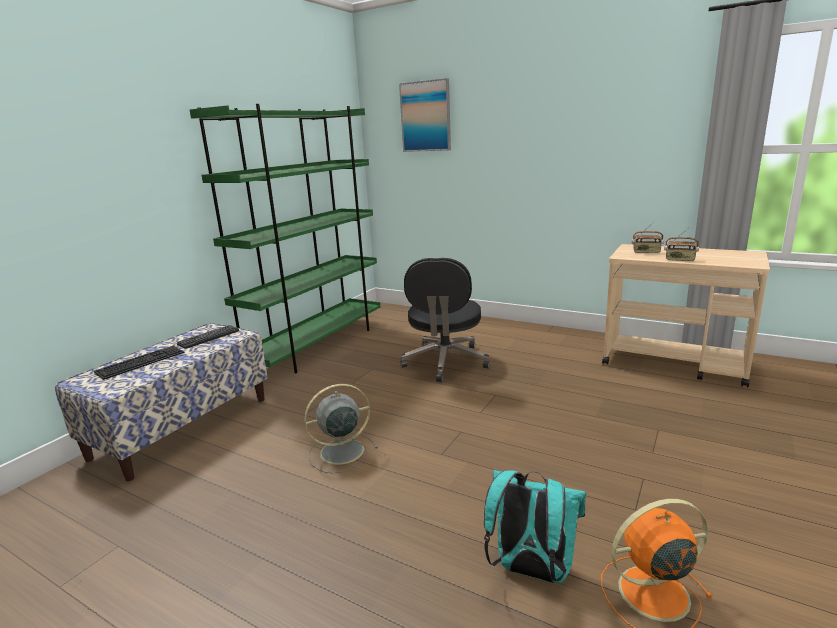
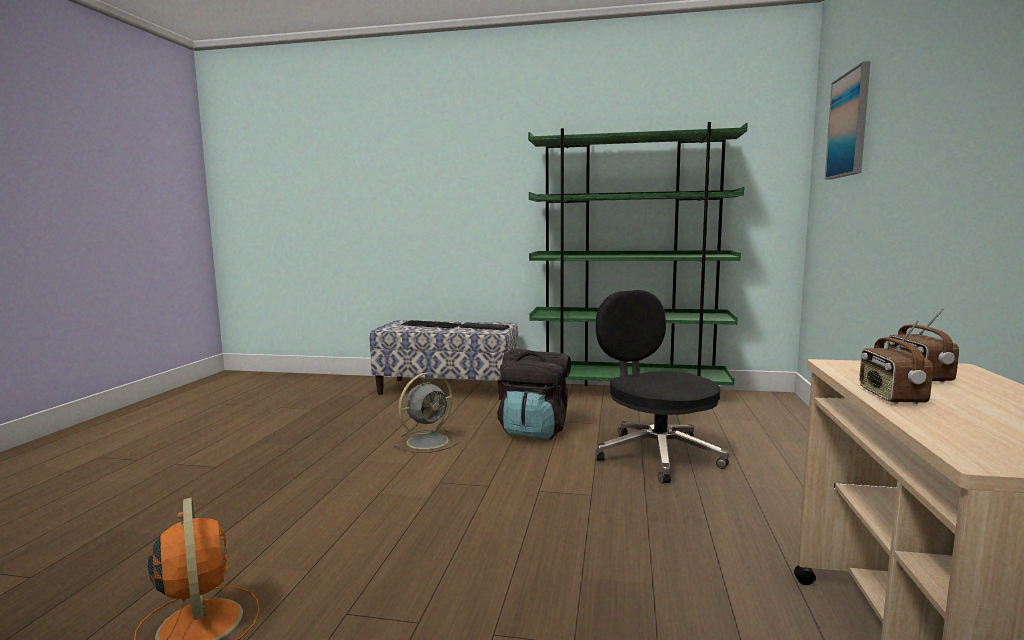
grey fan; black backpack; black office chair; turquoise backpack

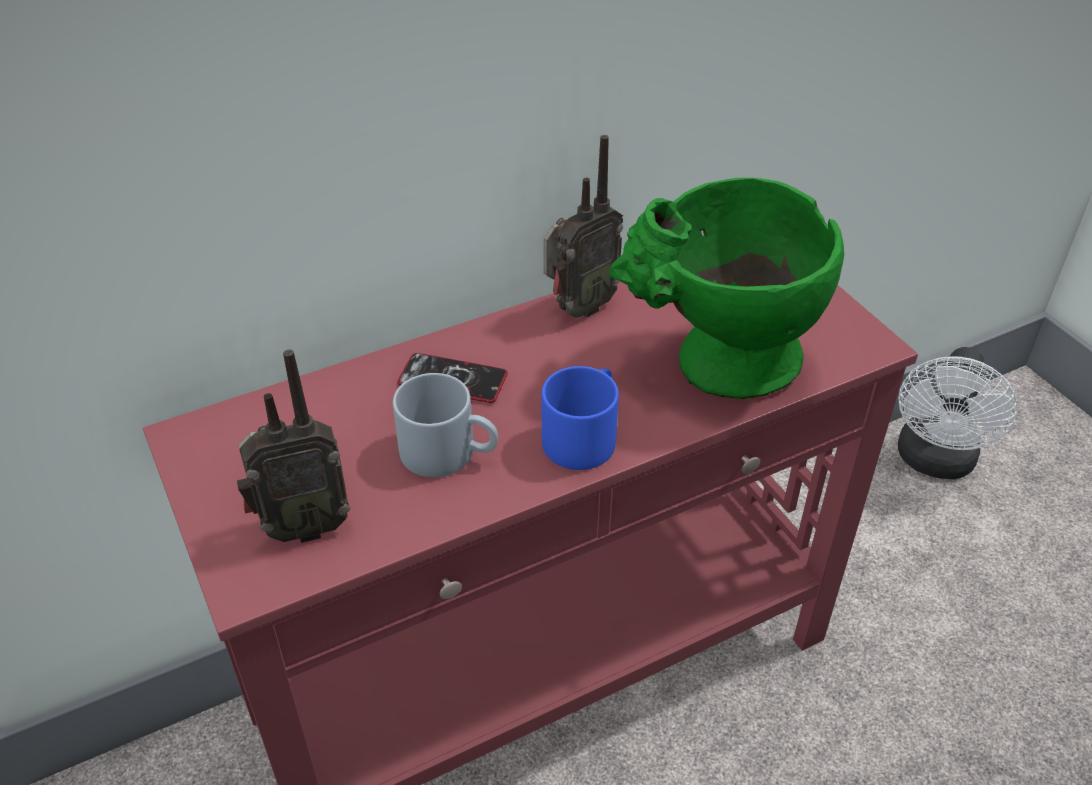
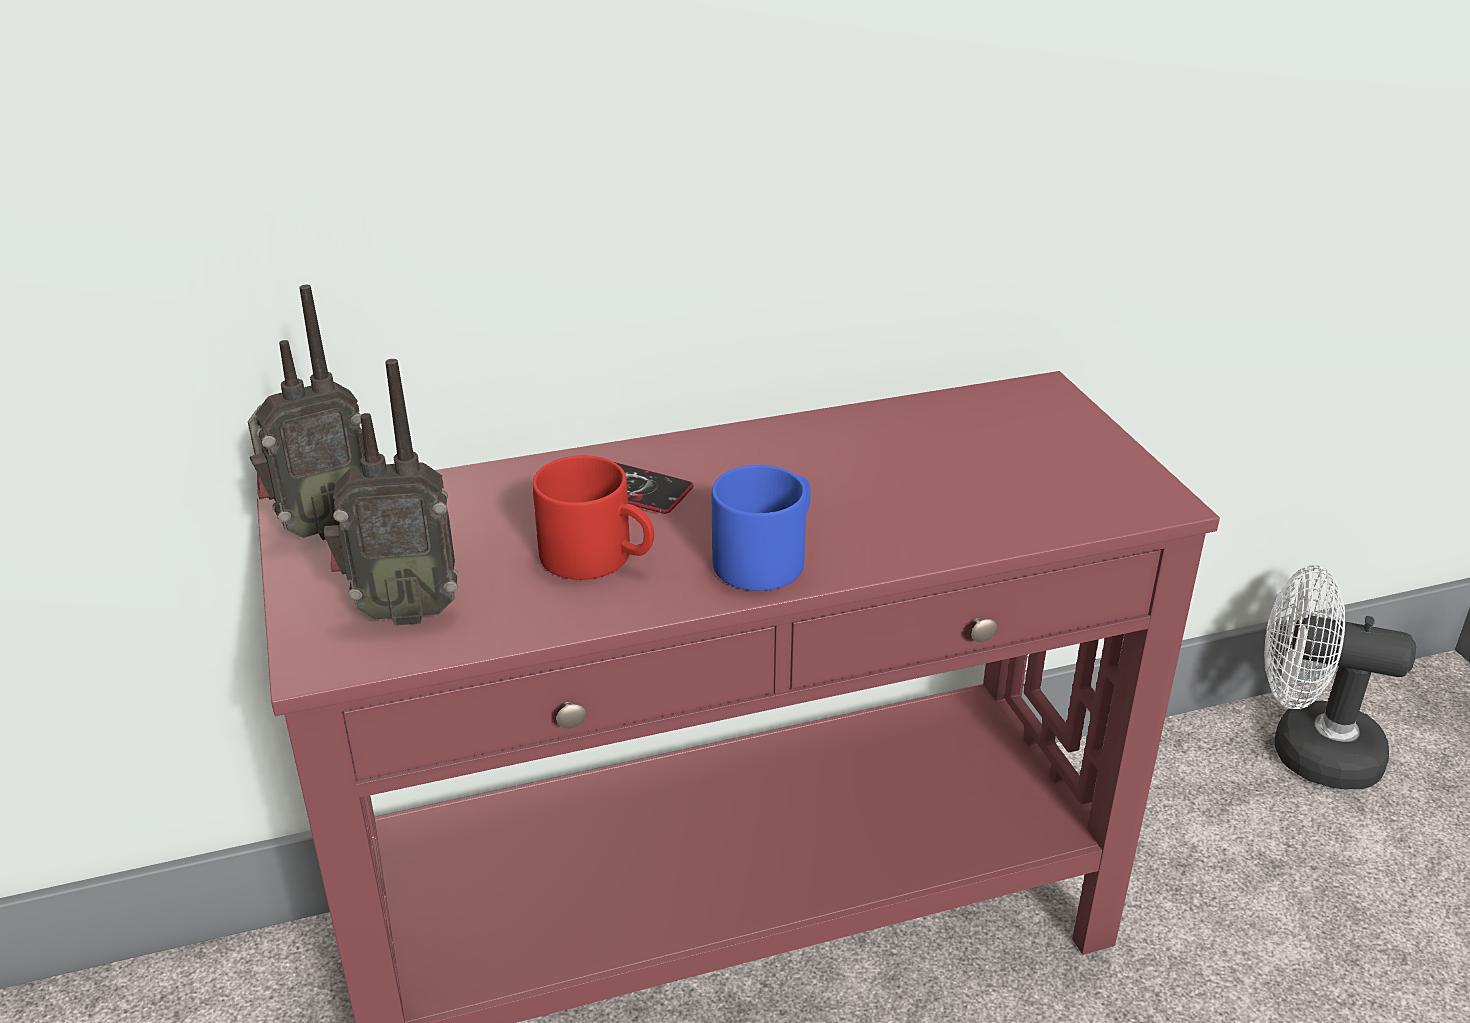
radio (1st from left); red mug; white fan; green vase

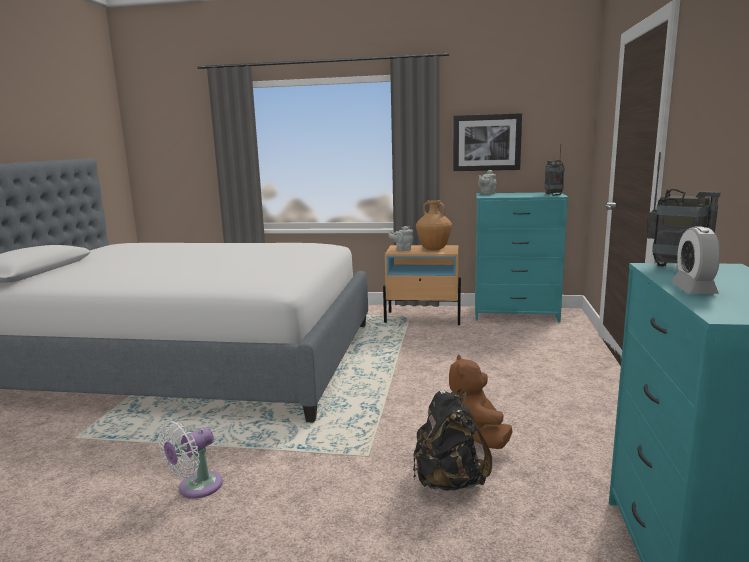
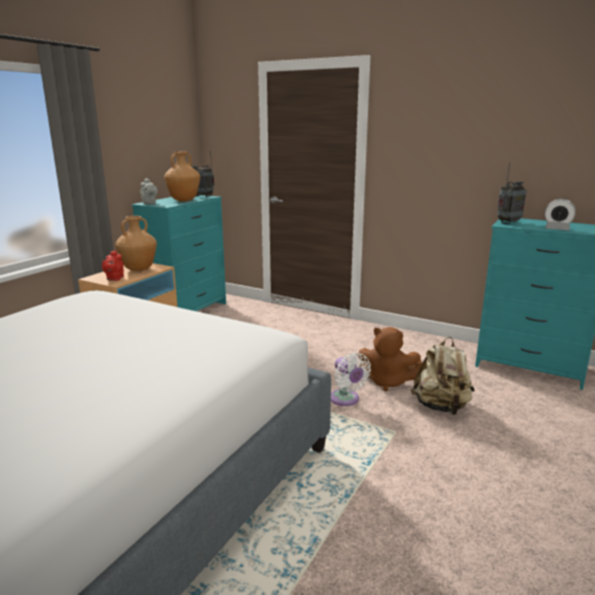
red teapot; brown vase (2nd from left); white fan; beige backpack; picture

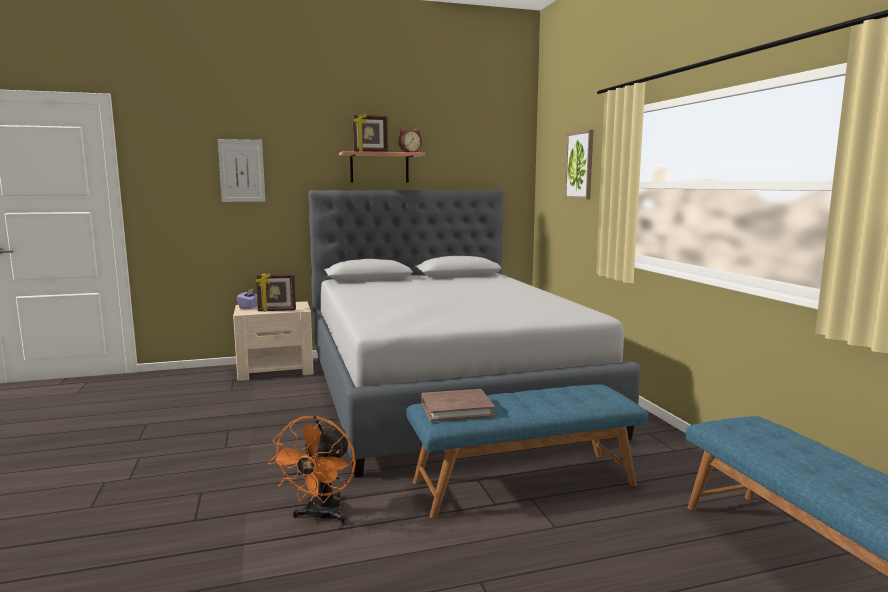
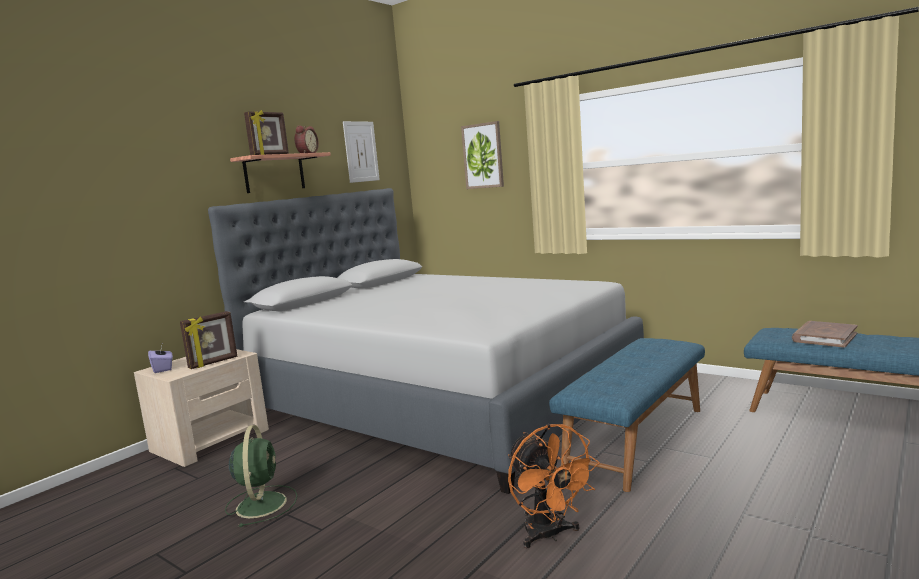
green fan; picture (1st from left); brown book

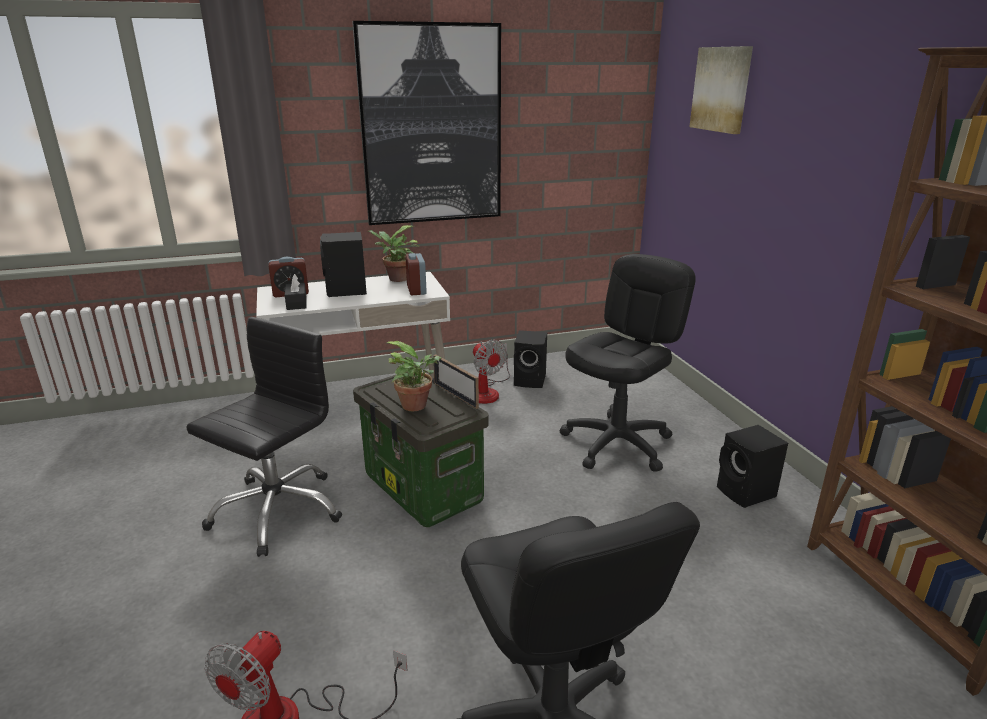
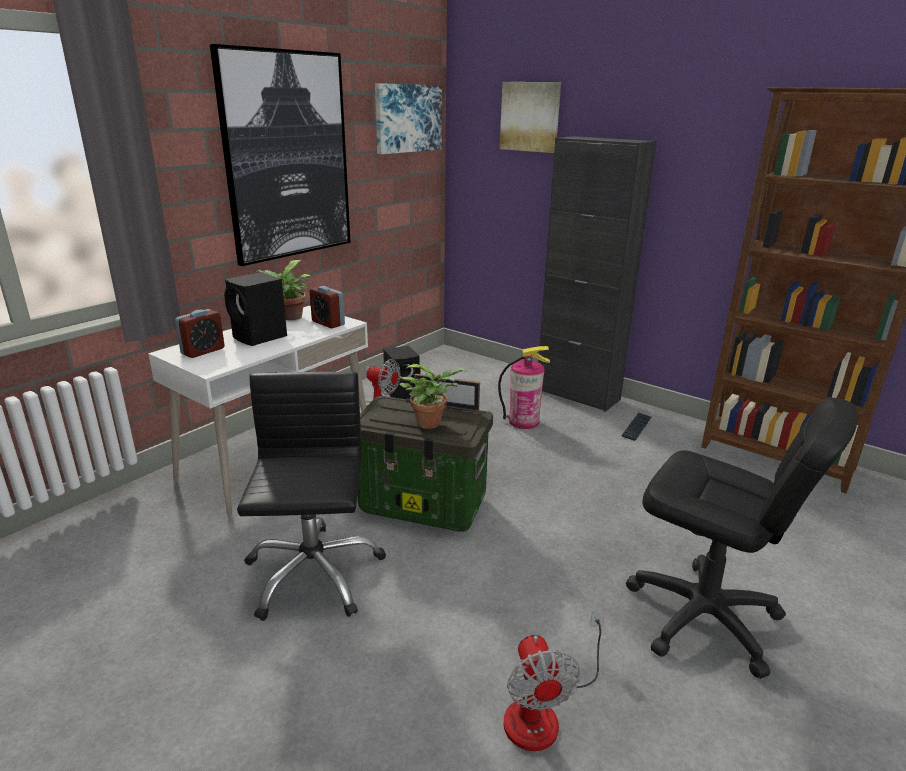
picture (2nd from left); fire extinguisher; black cabinet; keyboard; black tissue box

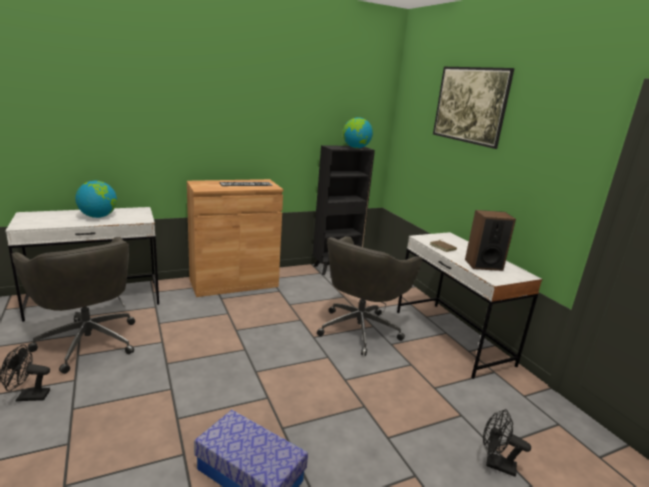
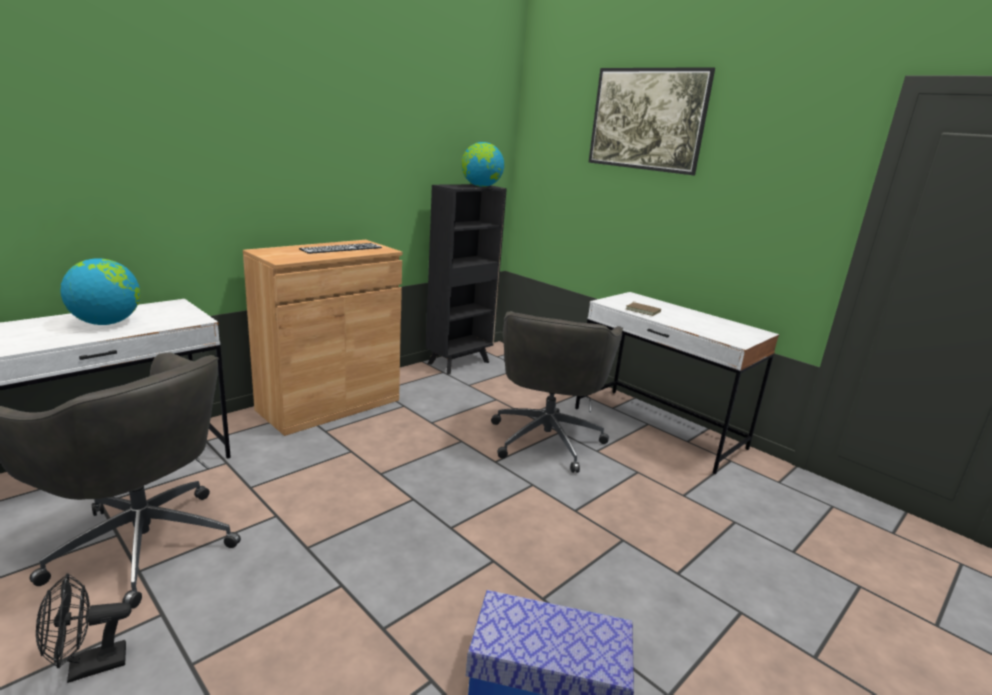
speaker; black fan (2nd from left in the first image)

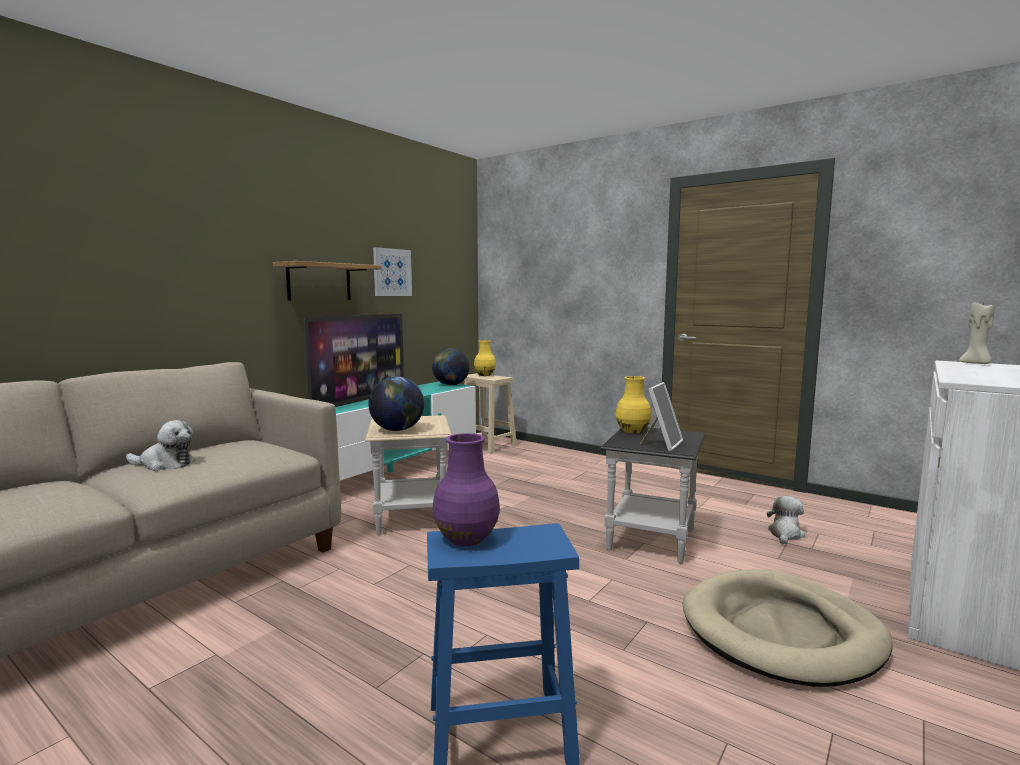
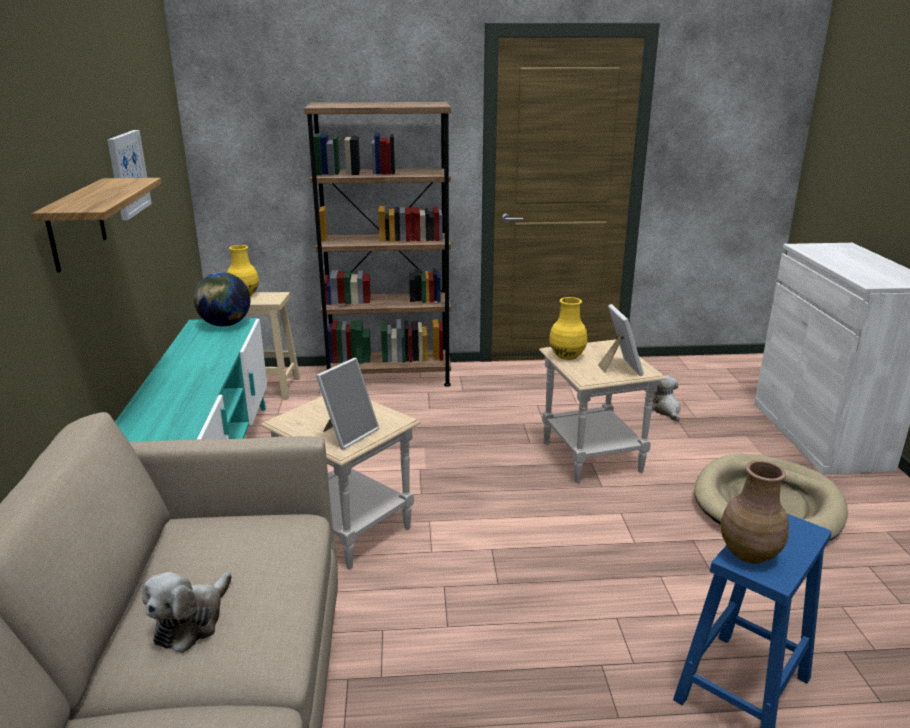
plush toy (1st from left); brown bookcase; picture frame (1st from left); beige side table (2nd from left); brown vase; television; beige candle

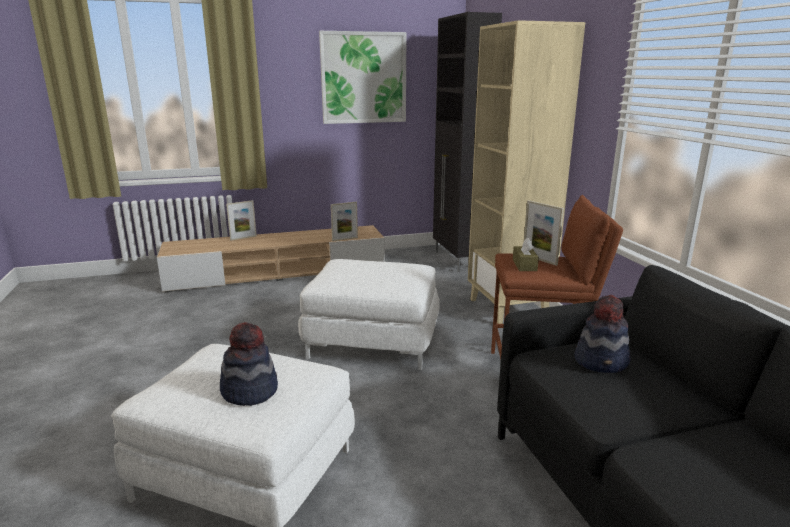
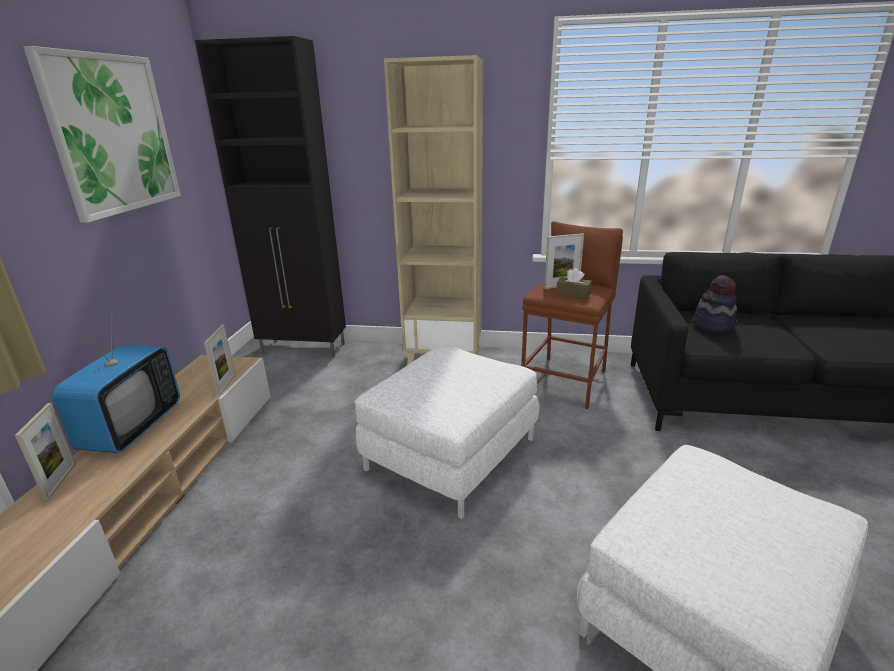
television; hat (1st from left in the first image)

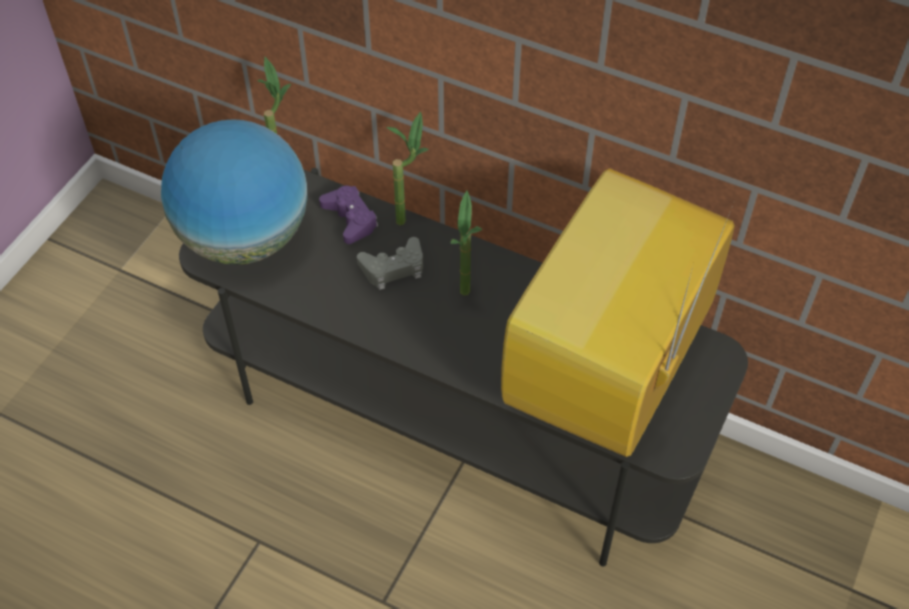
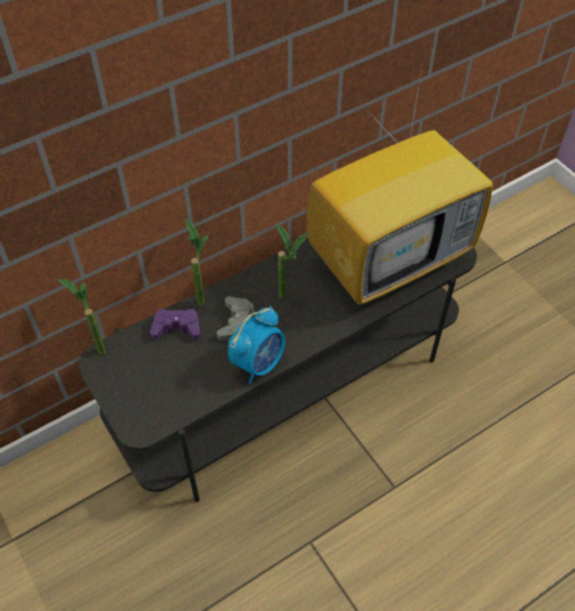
alarm clock; television; globe

